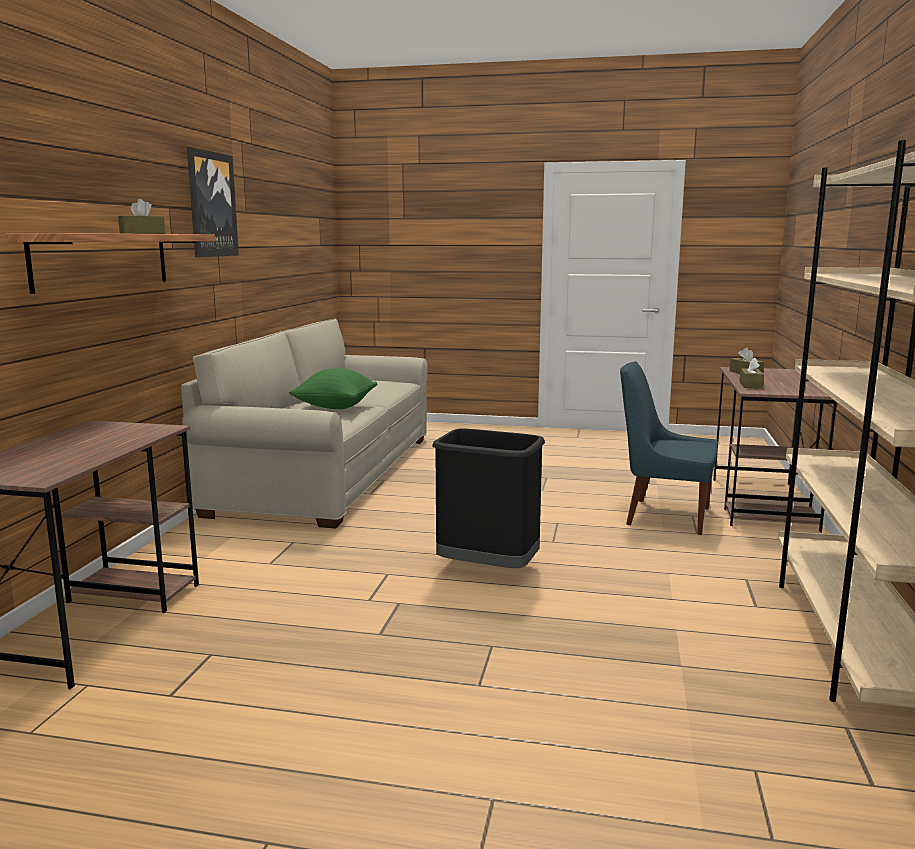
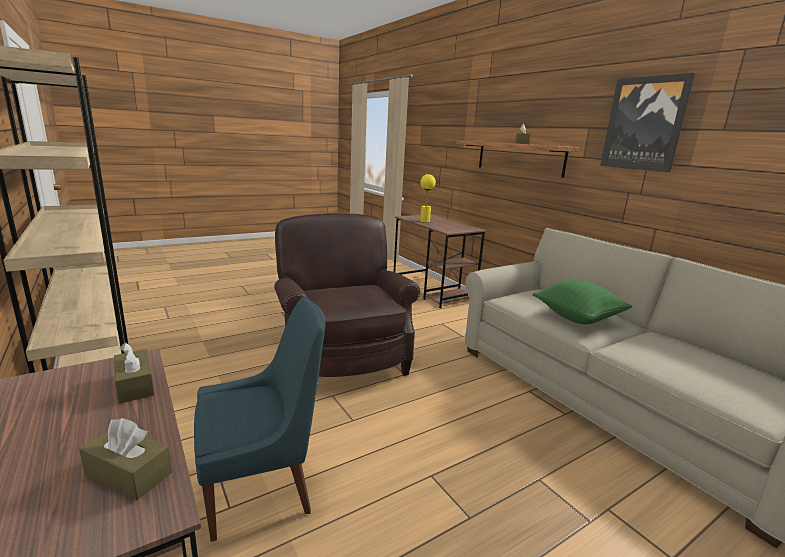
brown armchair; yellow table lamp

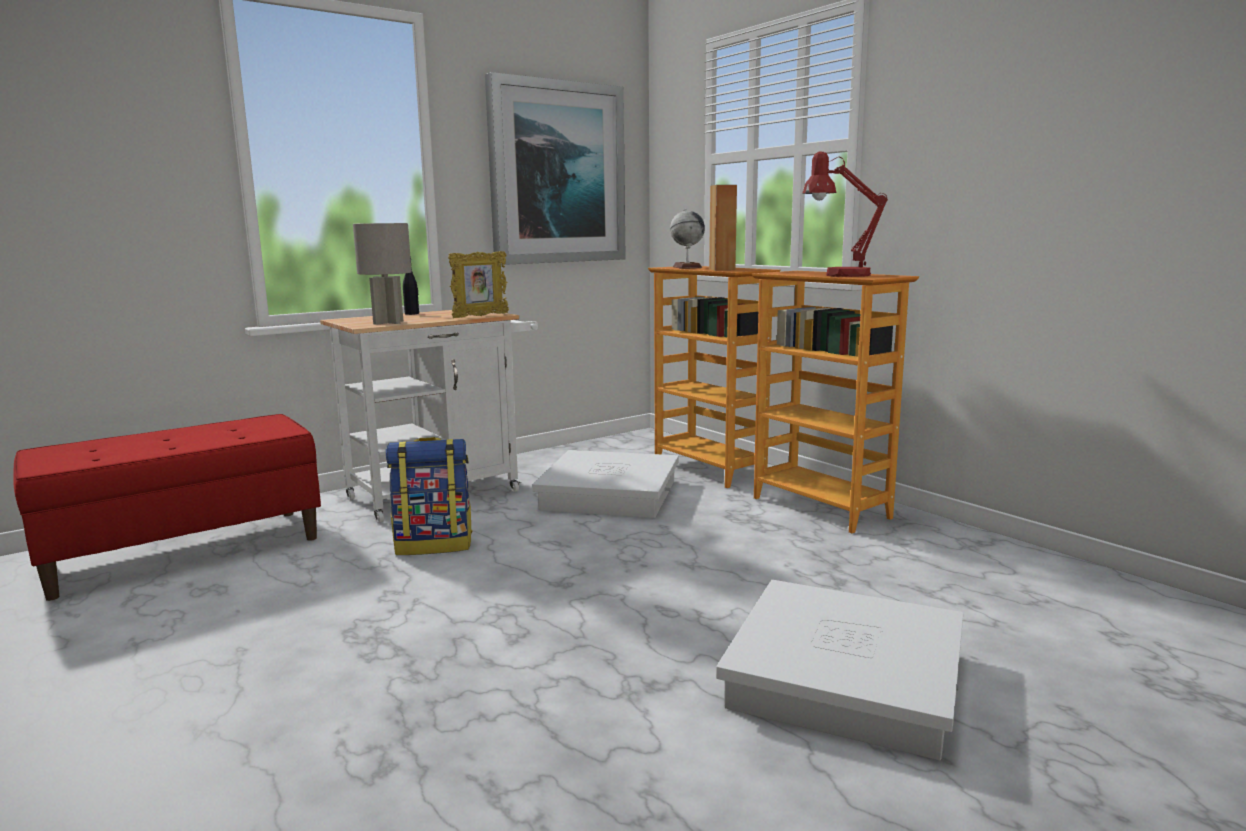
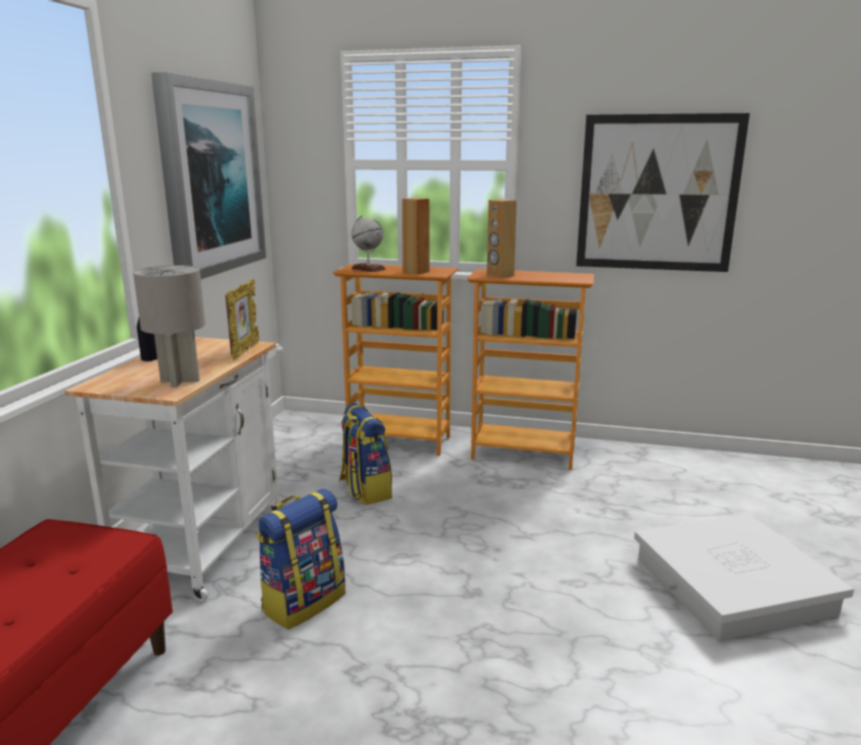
backpack (2nd from left); brown speaker (2nd from left); picture (2nd from left); red table lamp

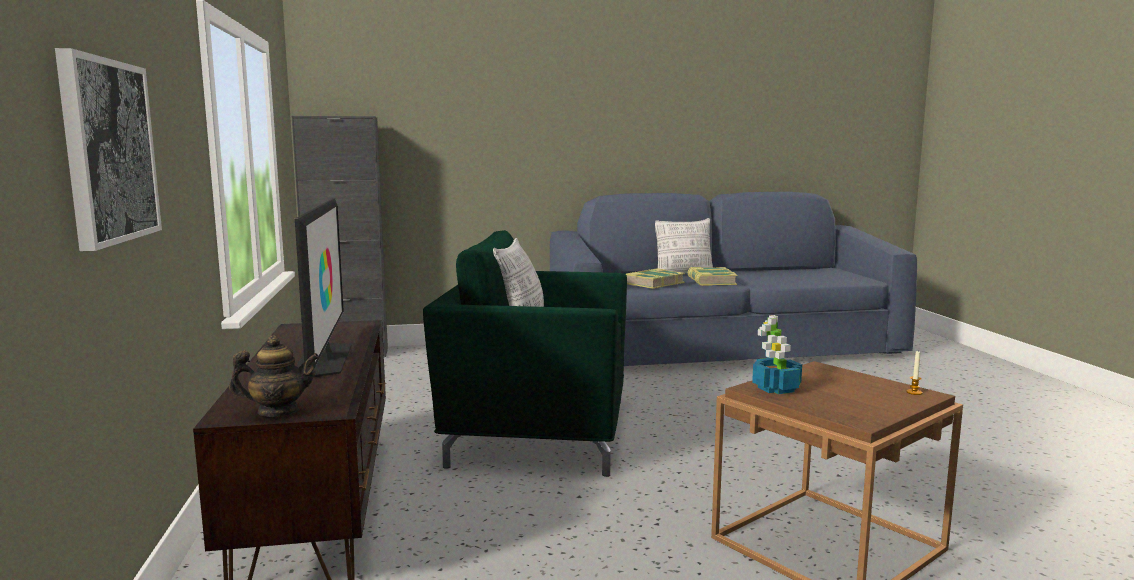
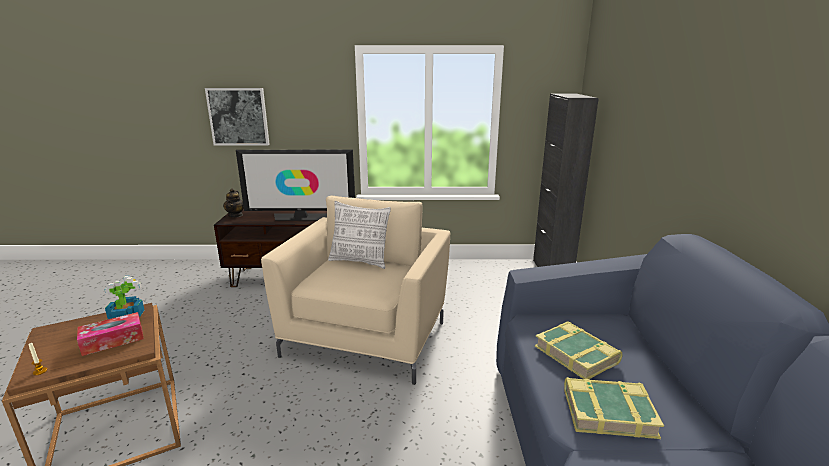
tissue box; beige armchair; pillow (2nd from left in the first image)

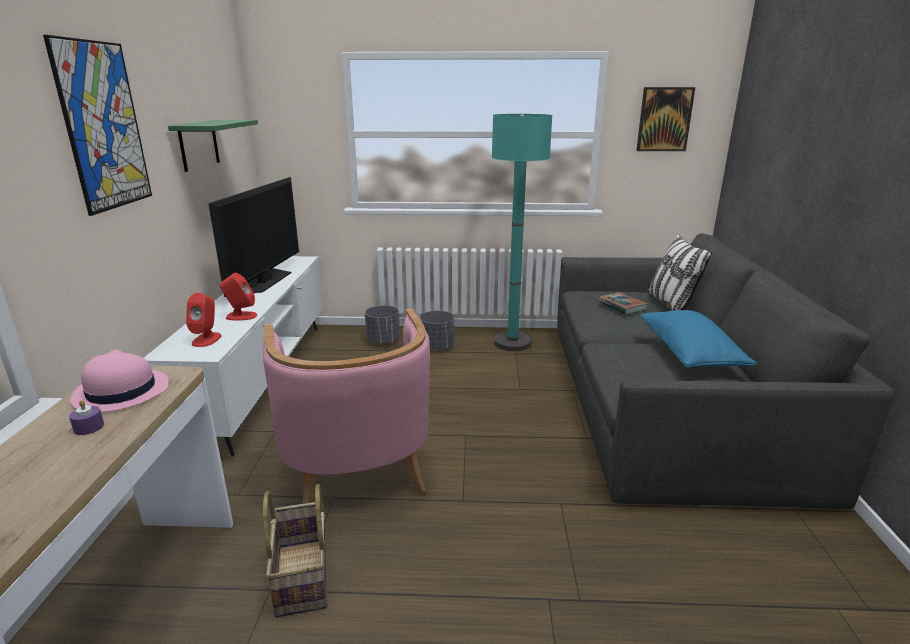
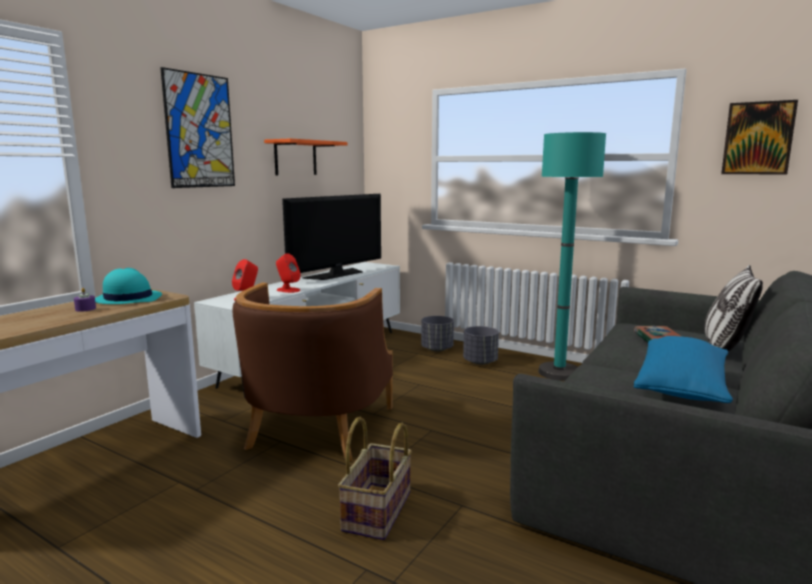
turquoise hat; brown armchair; orange shelf; basket

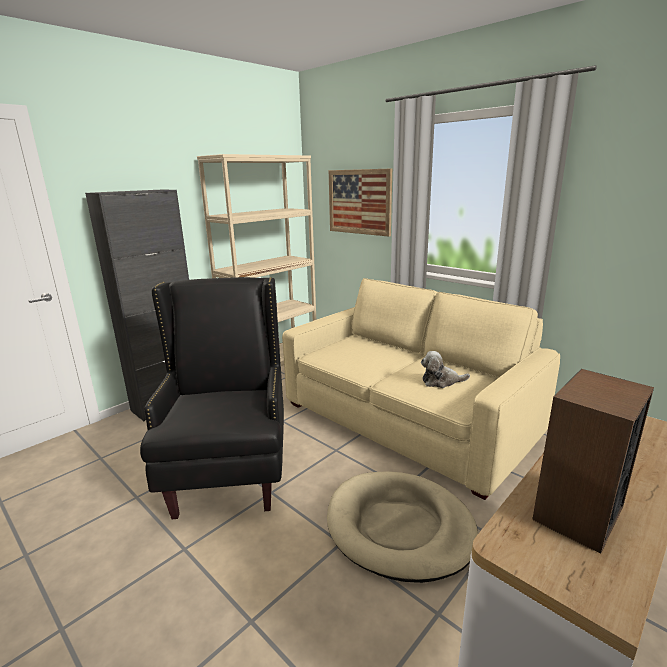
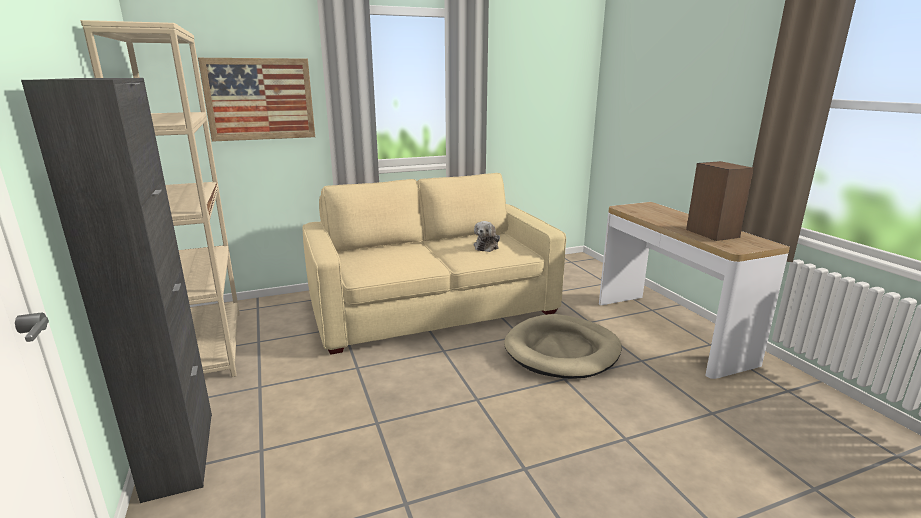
black armchair

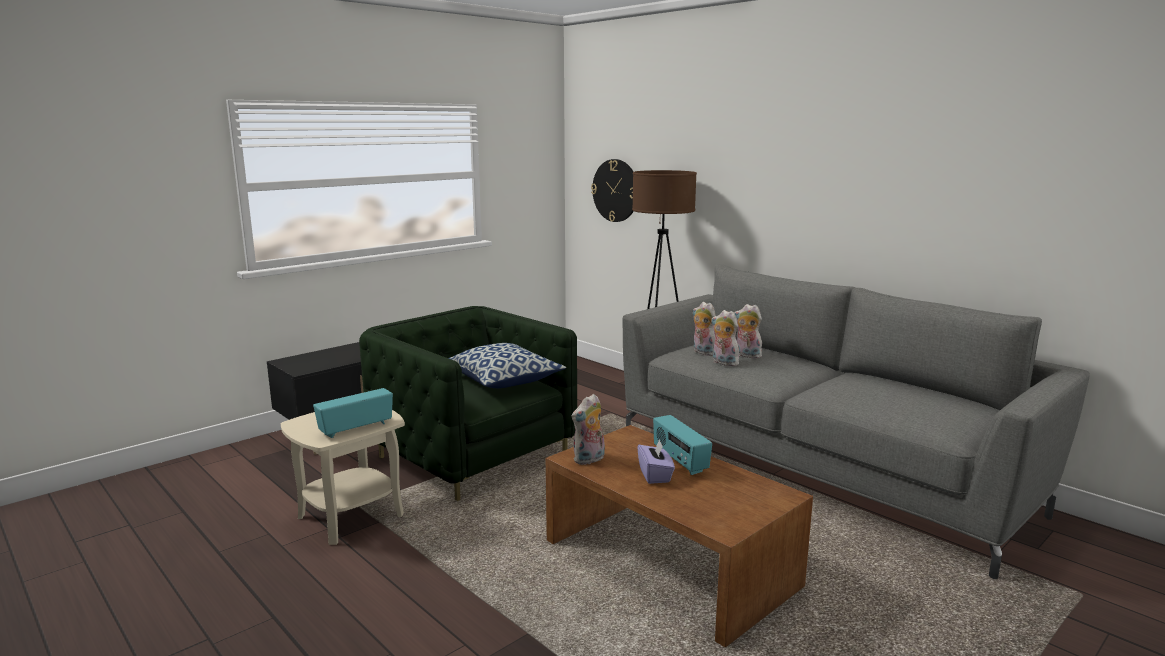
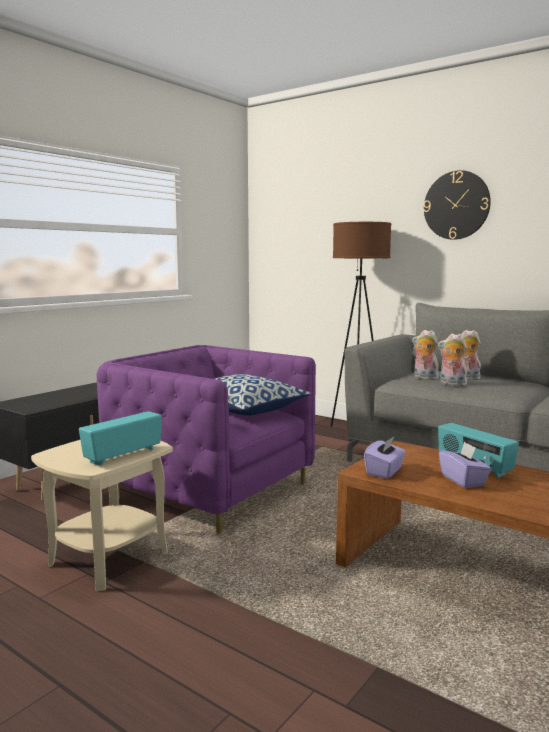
purple armchair; purple tissue box (1st from left); wall clock

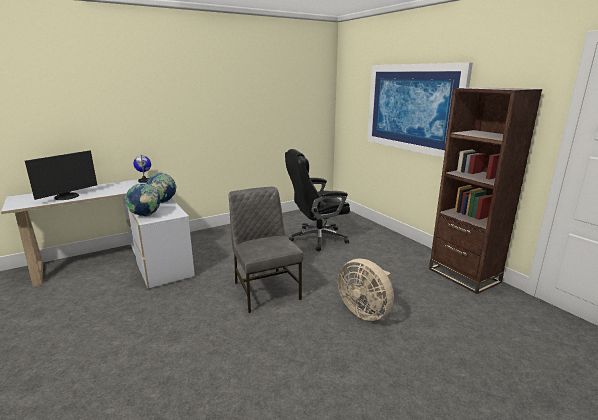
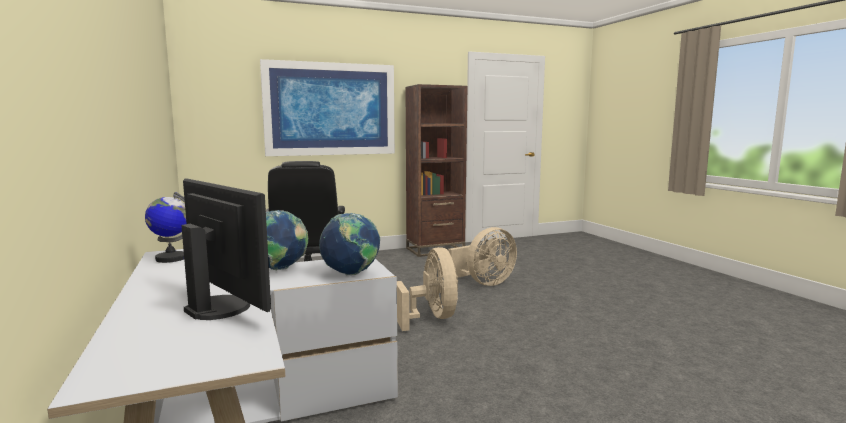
beige fan (1st from left)

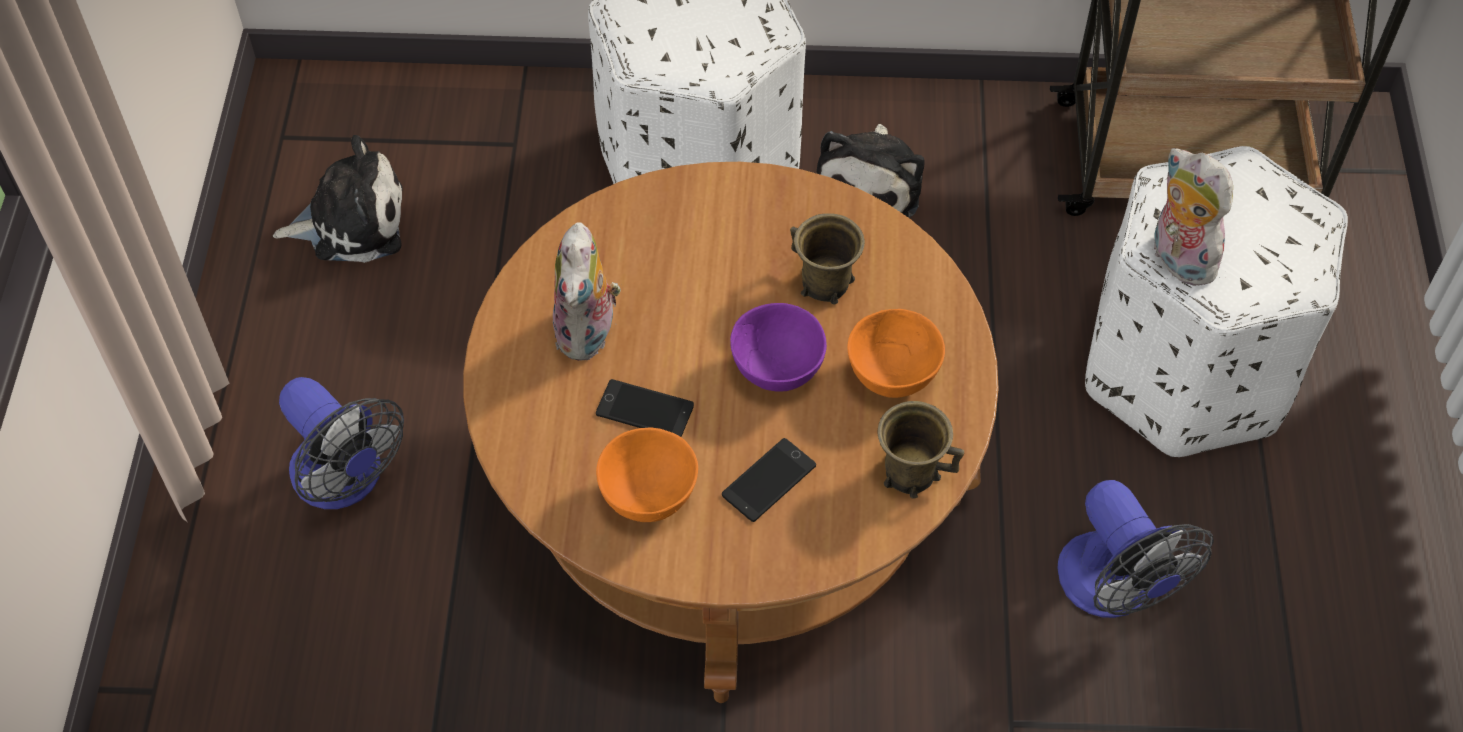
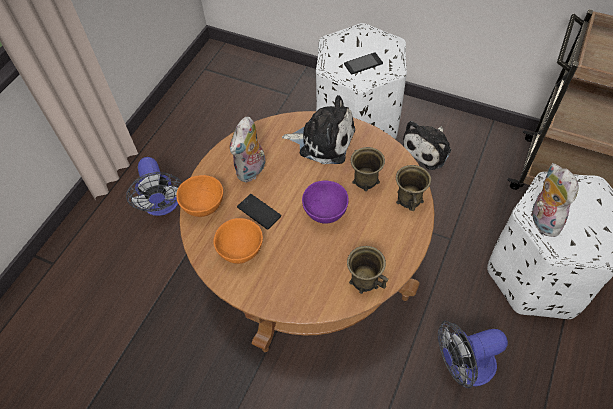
orange bowl (1st from left); plush toy (2nd from left); phone (2nd from left); brown mug (3rd from left); fan (2nd from left)

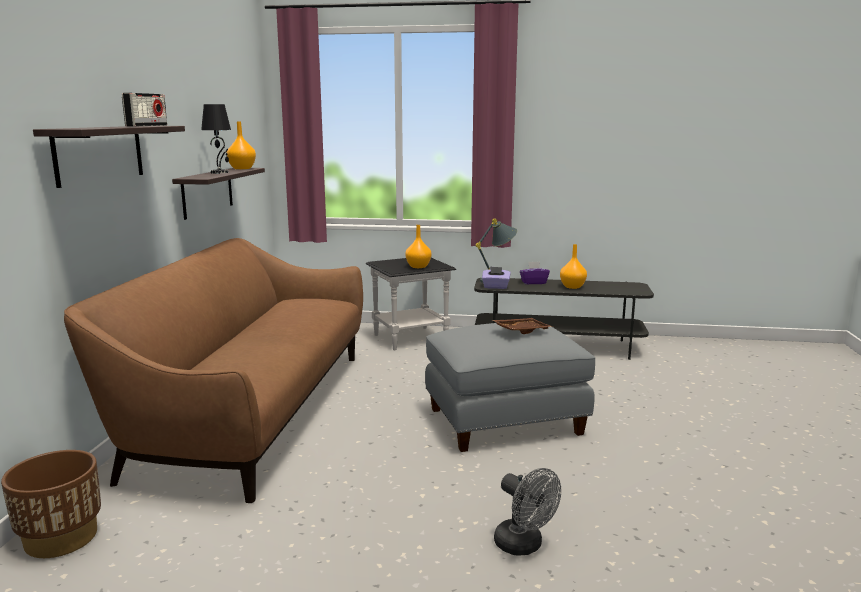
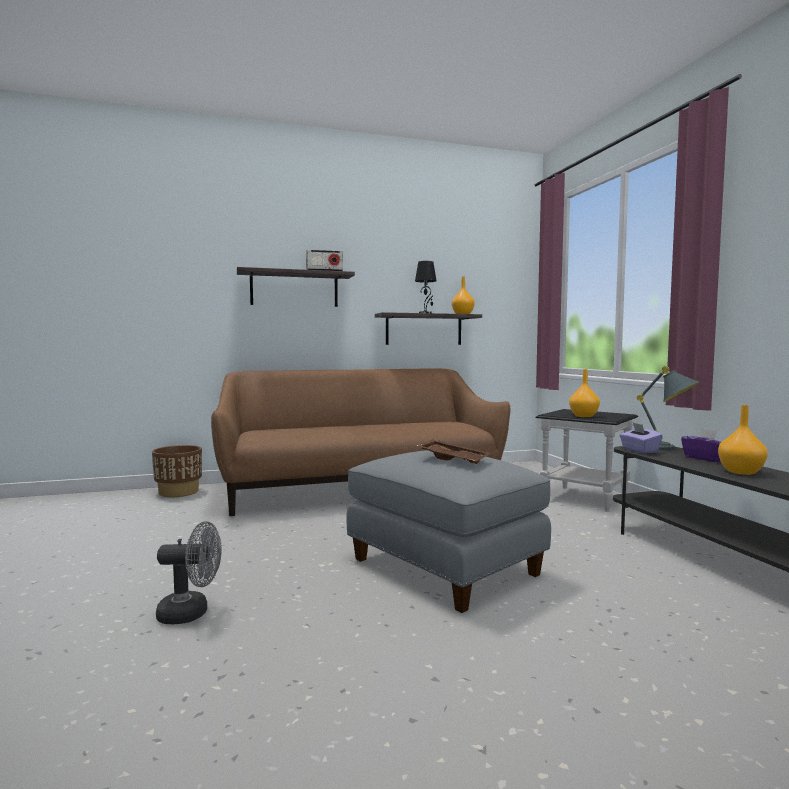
grey fan

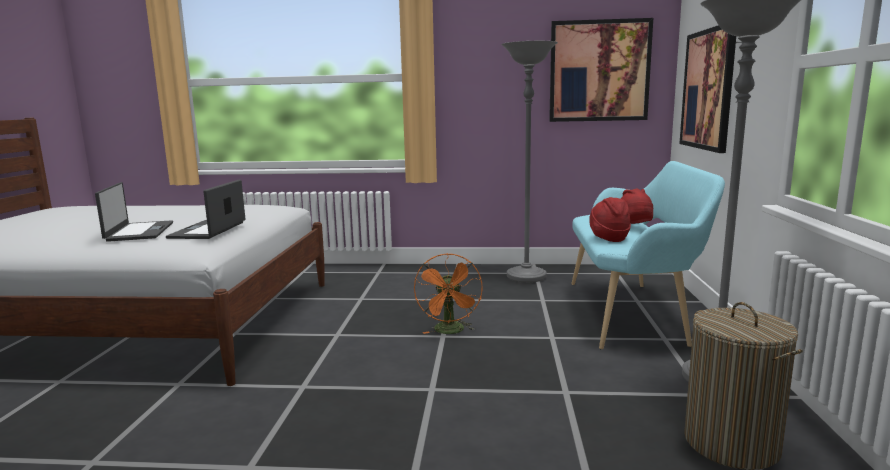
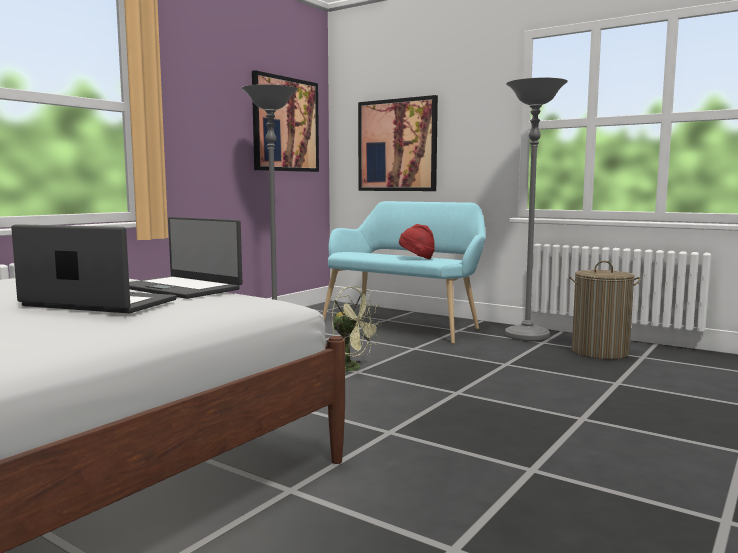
green fan; red hat (2nd from left in the first image)

